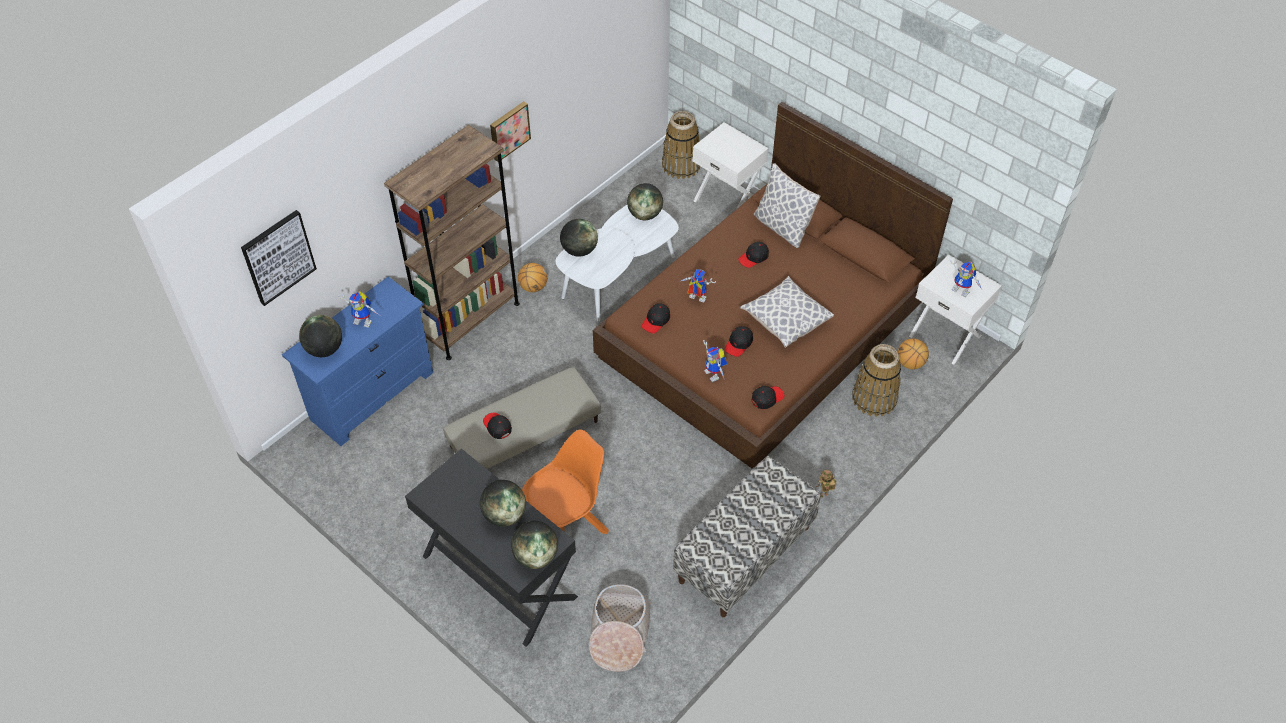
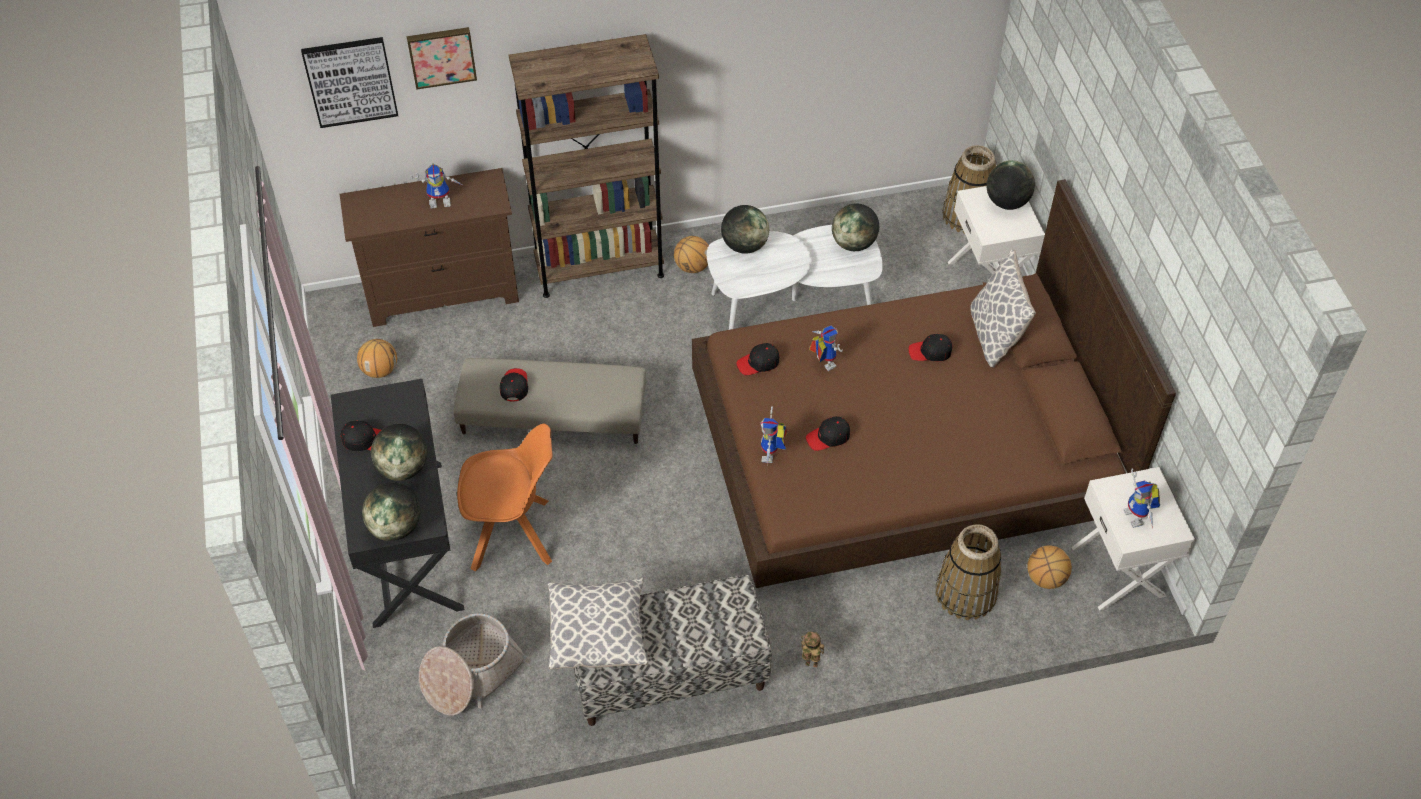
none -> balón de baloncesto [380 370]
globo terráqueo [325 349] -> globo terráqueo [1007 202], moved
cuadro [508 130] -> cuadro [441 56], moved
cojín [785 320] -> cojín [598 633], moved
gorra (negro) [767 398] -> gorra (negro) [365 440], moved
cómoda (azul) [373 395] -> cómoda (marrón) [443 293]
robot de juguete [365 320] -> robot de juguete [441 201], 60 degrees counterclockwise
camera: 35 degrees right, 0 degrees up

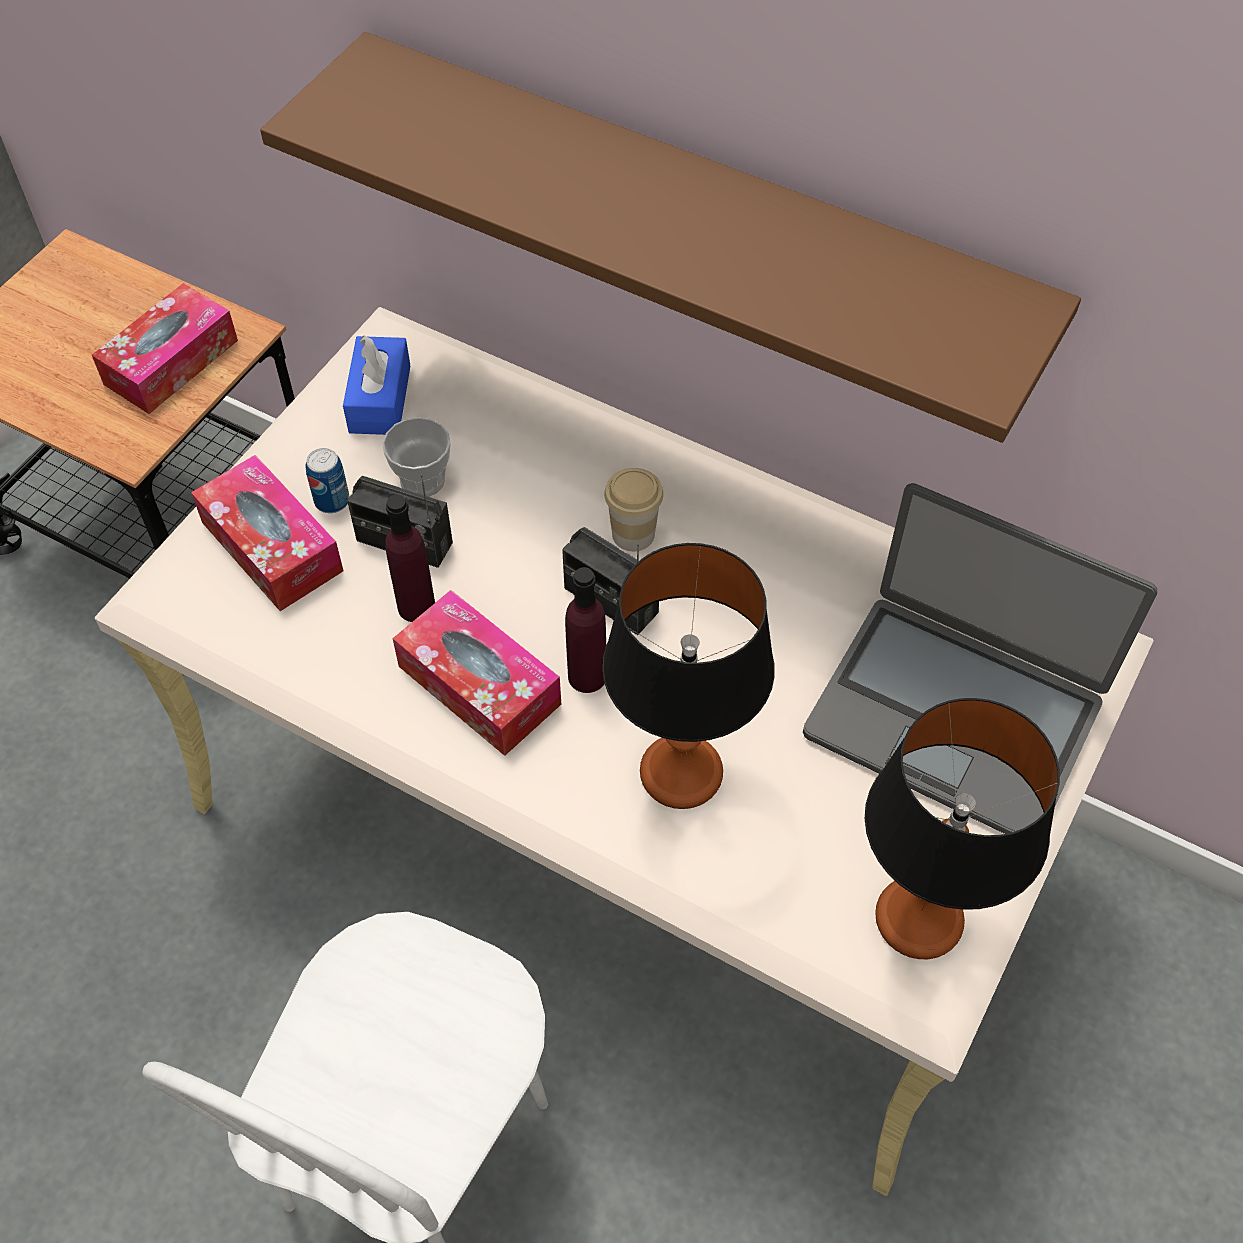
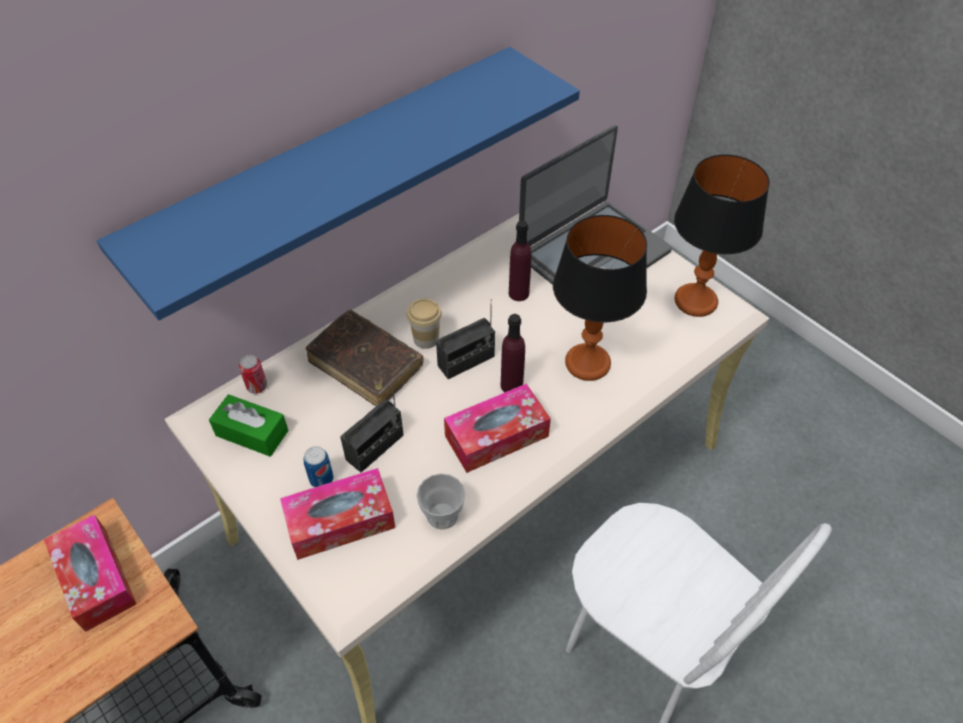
none -> lata [257 386]
none -> libro (marrón) [366 365]
taza [422 480] -> taza [442 515], moved
botella (morado) [416 606] -> botella (morado) [518 293], moved
estante (marrón) [694 212] -> estante (azul) [333 167]
caja de pañuelos (azul) [380 399] -> caja de pañuelos (verde) [252 433]
camera: 70 degrees left, 5 degrees down

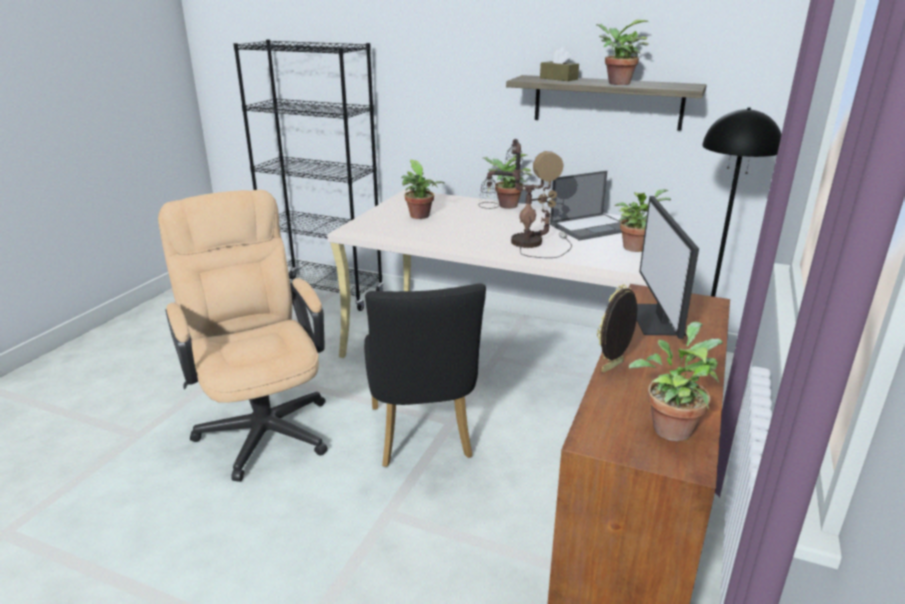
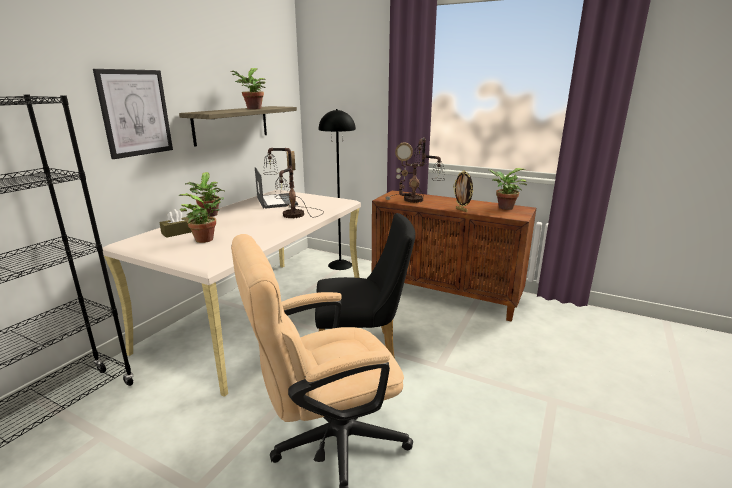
planta en maceta [635 247] -> none
none -> cuadro [135 113]
caja de pañuelos (marrón) [558 78] -> caja de pañuelos (marrón) [178 232], moved
monitor [658 320] -> lámpara de mesa [414 200]
camera: 85 degrees left, 5 degrees down

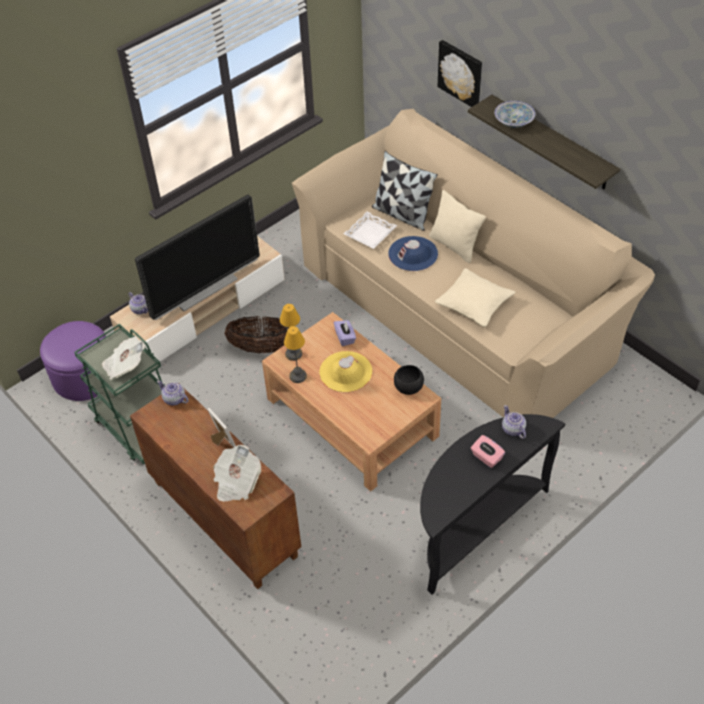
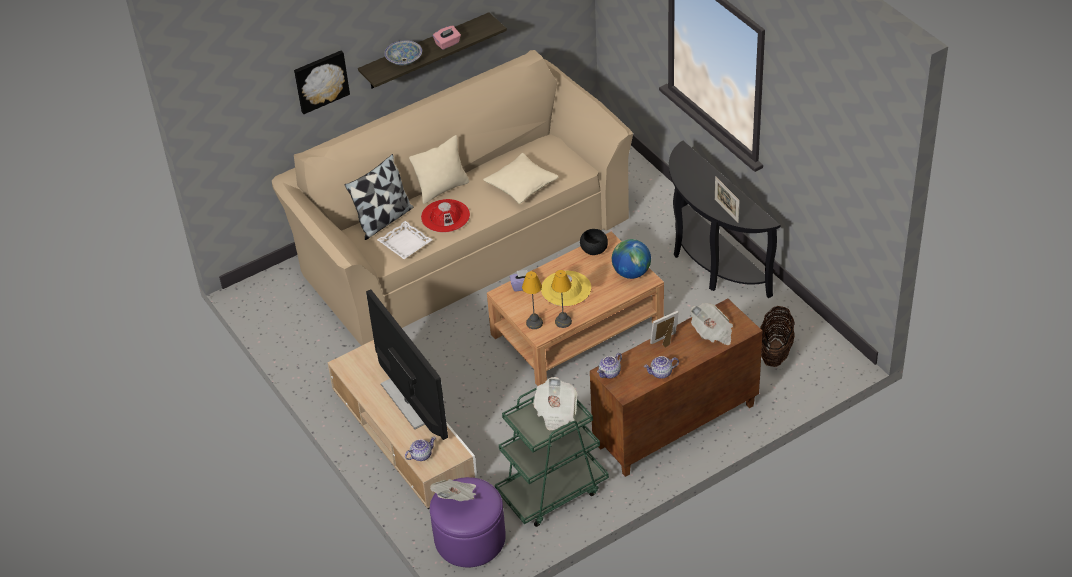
none -> periódico [456 497]
none -> globo terráqueo [631 273]
none -> portarretratos [726 211]
cesta [262 348] -> cesta [775 351], moved
caja de pañuelos (rosa) [486 457] -> caja de pañuelos (rosa) [447 44], moved
tetera [513 429] -> tetera [661 373], moved
sombrero (azul) [413 254] -> sombrero (rojo) [445 216]
camera: 80 degrees left, 5 degrees down

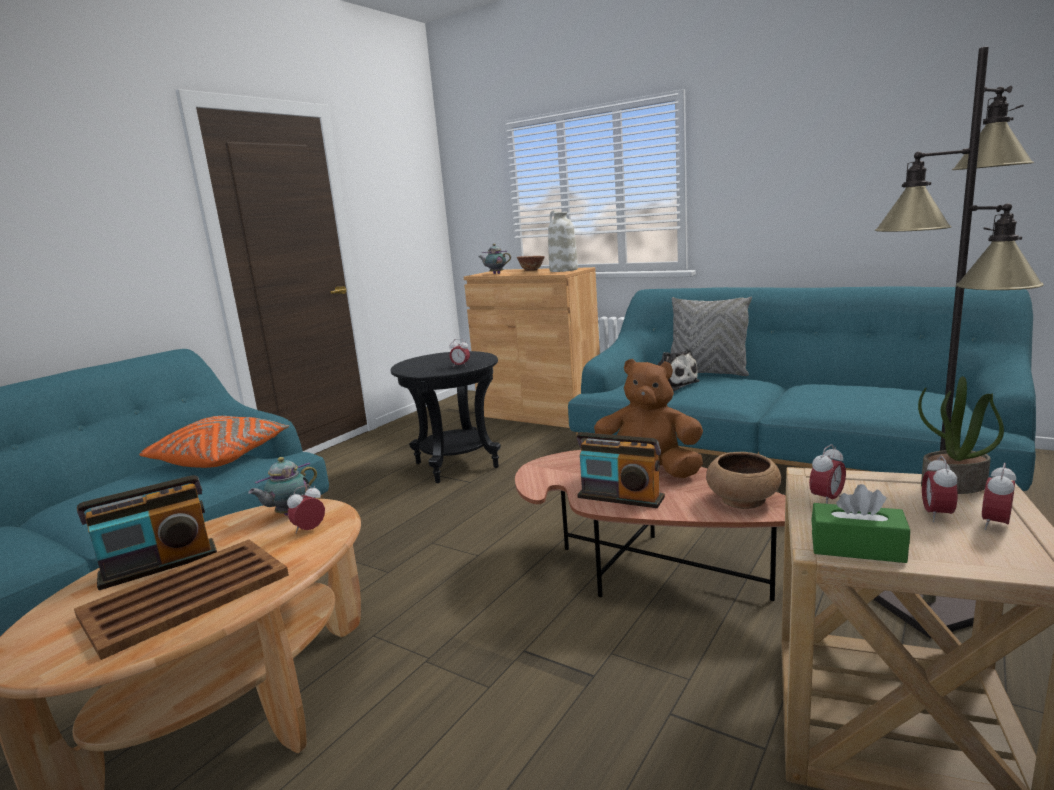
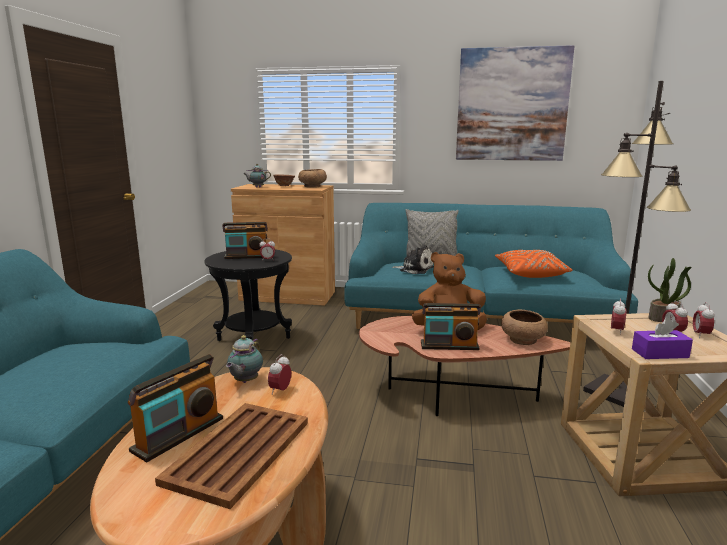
none -> radio [247 256]
none -> cuadro [512 105]
cojín (naranja) [221 457] -> cojín (naranja) [530 273], moved
florero (blanco) [563 270] -> cuenco (marrón) [312 186]
caja de pañuelos (verde) [857 547] -> caja de pañuelos (morado) [660 353]
camera: 25 degrees left, 0 degrees up

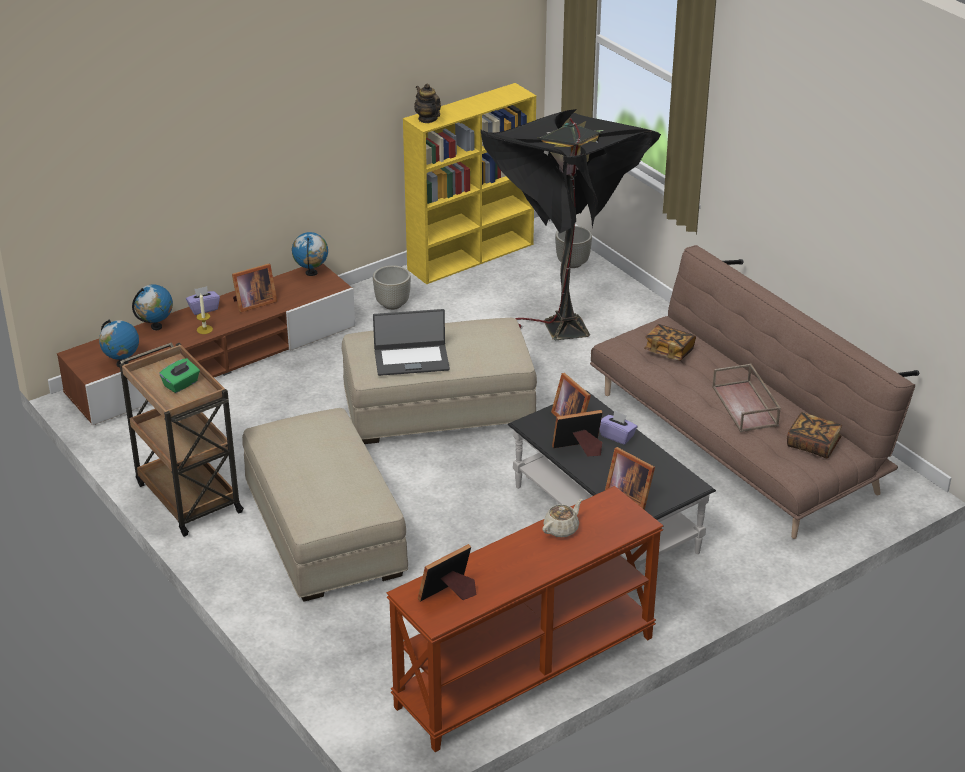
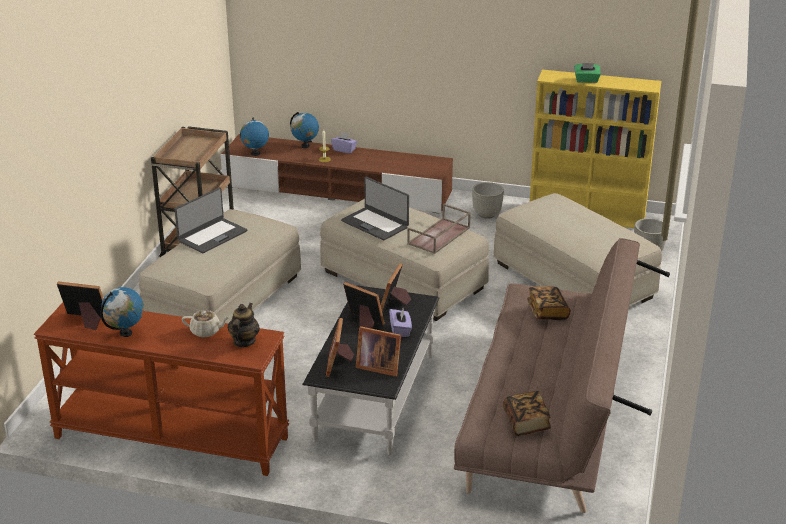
none -> portátil [212 236]
caja de pañuelos (verde) [181 384] -> caja de pañuelos (verde) [586 80], moved
portarretratos [253 303] -> portarretratos [377 366], moved
globo terráqueo [311 273] -> globo terráqueo [126 333], moved
tetera [427 119] -> tetera [244 341], moved
bandeja (marrón) [746 406] -> bandeja (marrón) [439 236], moved
lámpara de pie (negro) [564 322] -> puf (beis) [573 280]
camera: 50 degrees right, 5 degrees down

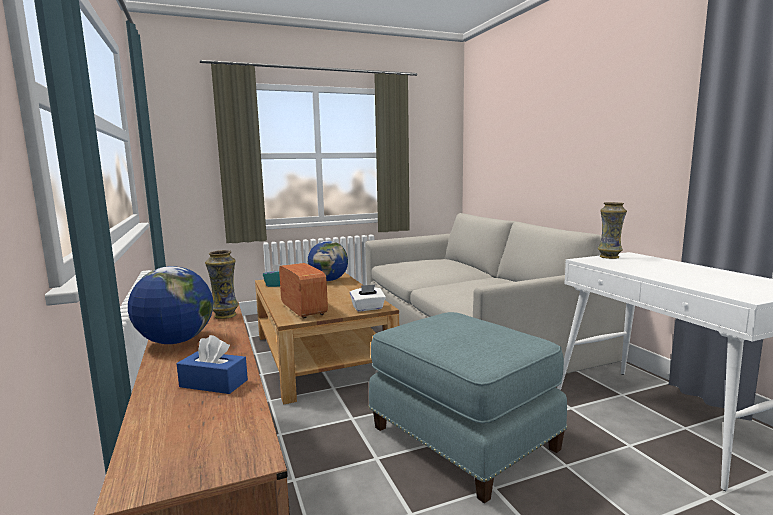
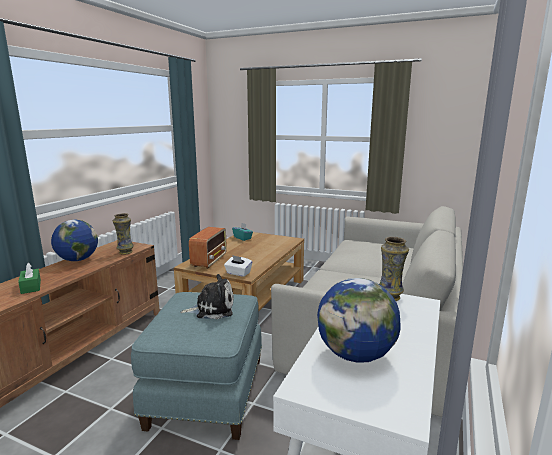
none -> peluche [212 309]
globo terráqueo [329 280] -> globo terráqueo [356 355], moved
caja de pañuelos (azul) [213 383] -> caja de pañuelos (verde) [31 286]
camera: 45 degrees right, 5 degrees up

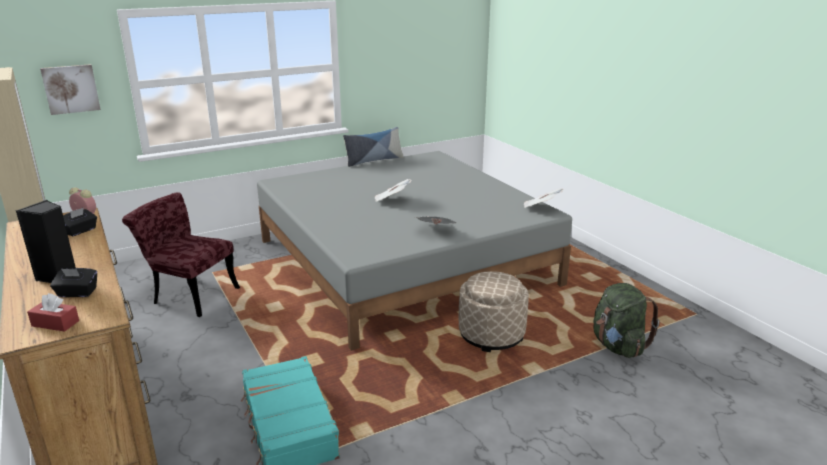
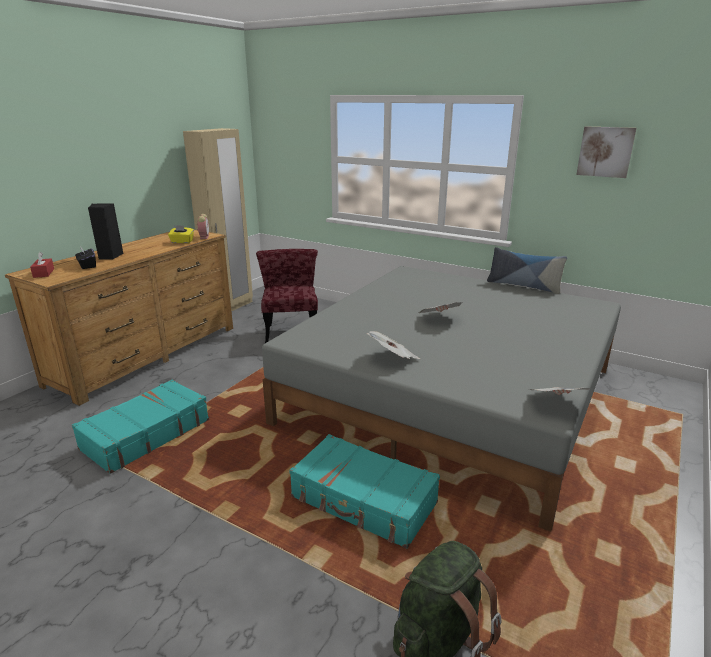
cuadro [71 89] -> cuadro [605 152], moved
puf (beis) [491 335] -> maleta (turquesa) [363 500]
caja de pañuelos (negro) [80 231] -> caja de pañuelos (amarillo) [182 242]
camera: 60 degrees right, 0 degrees up

